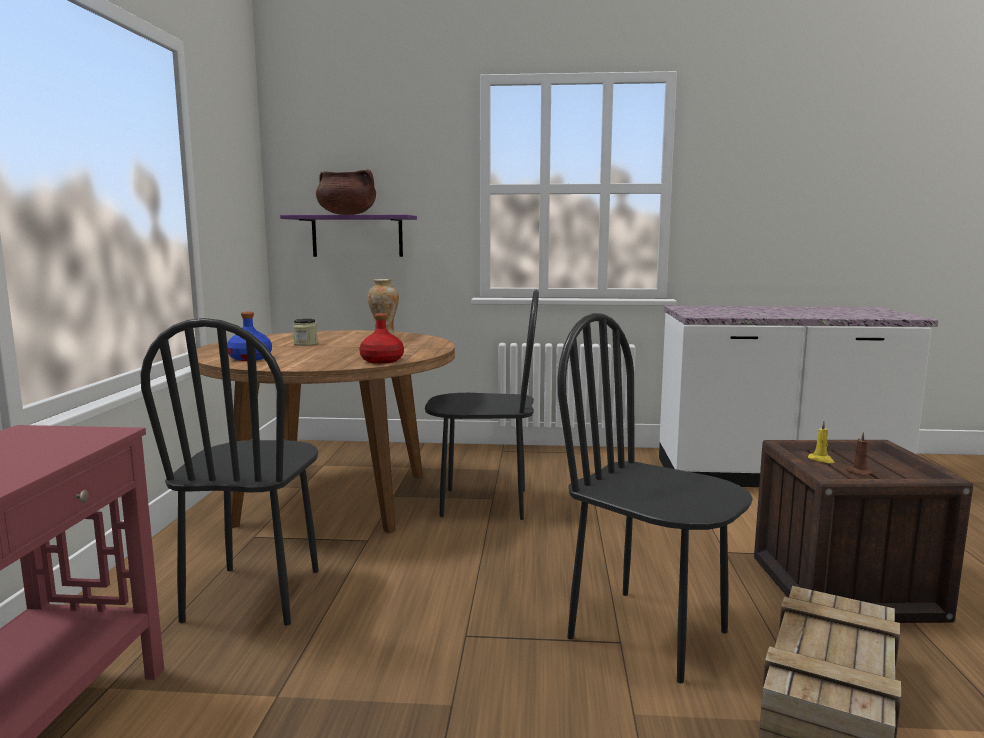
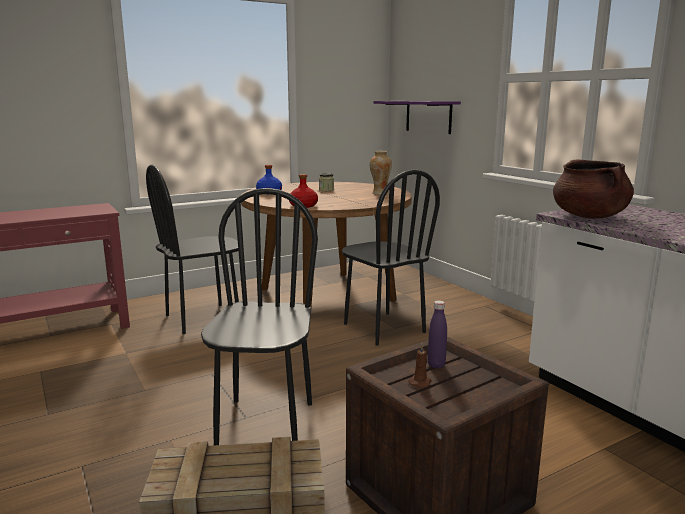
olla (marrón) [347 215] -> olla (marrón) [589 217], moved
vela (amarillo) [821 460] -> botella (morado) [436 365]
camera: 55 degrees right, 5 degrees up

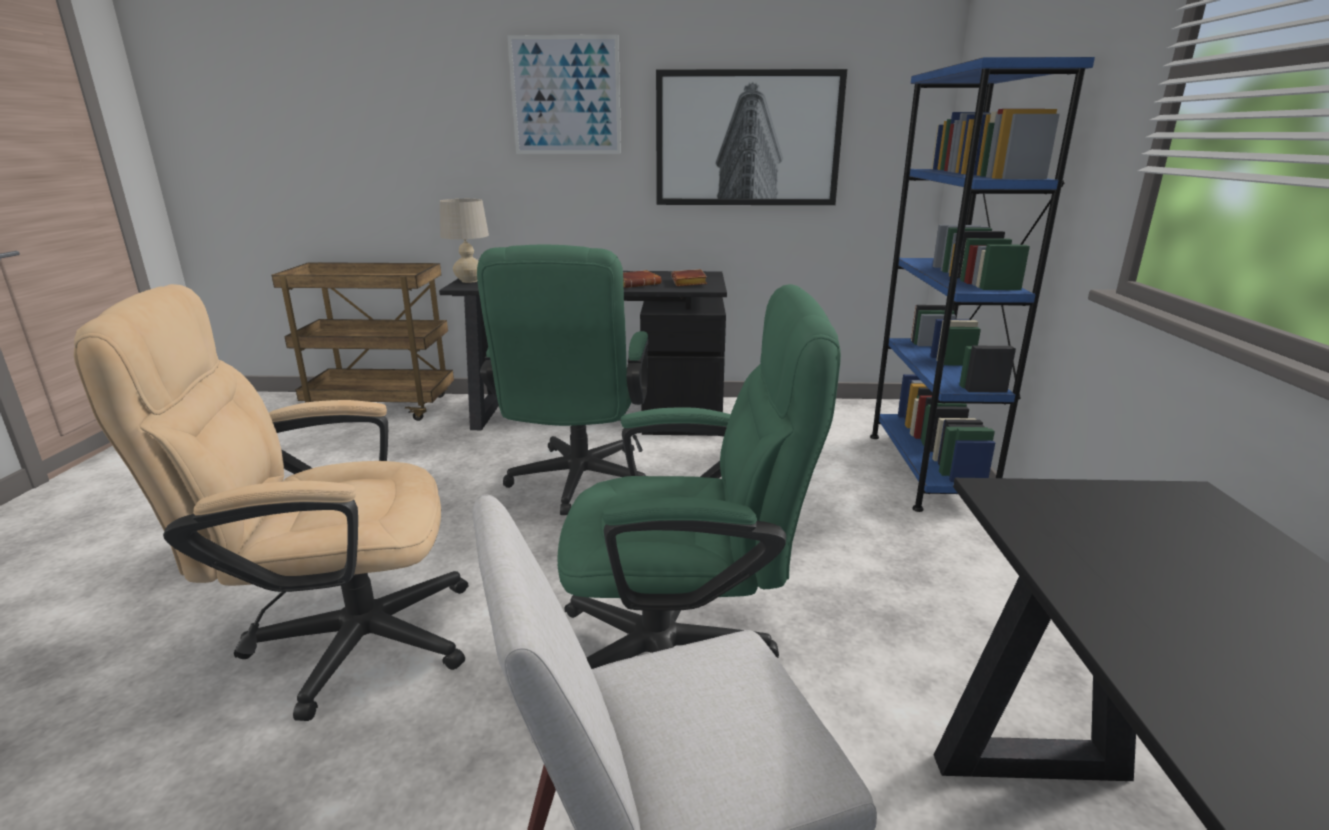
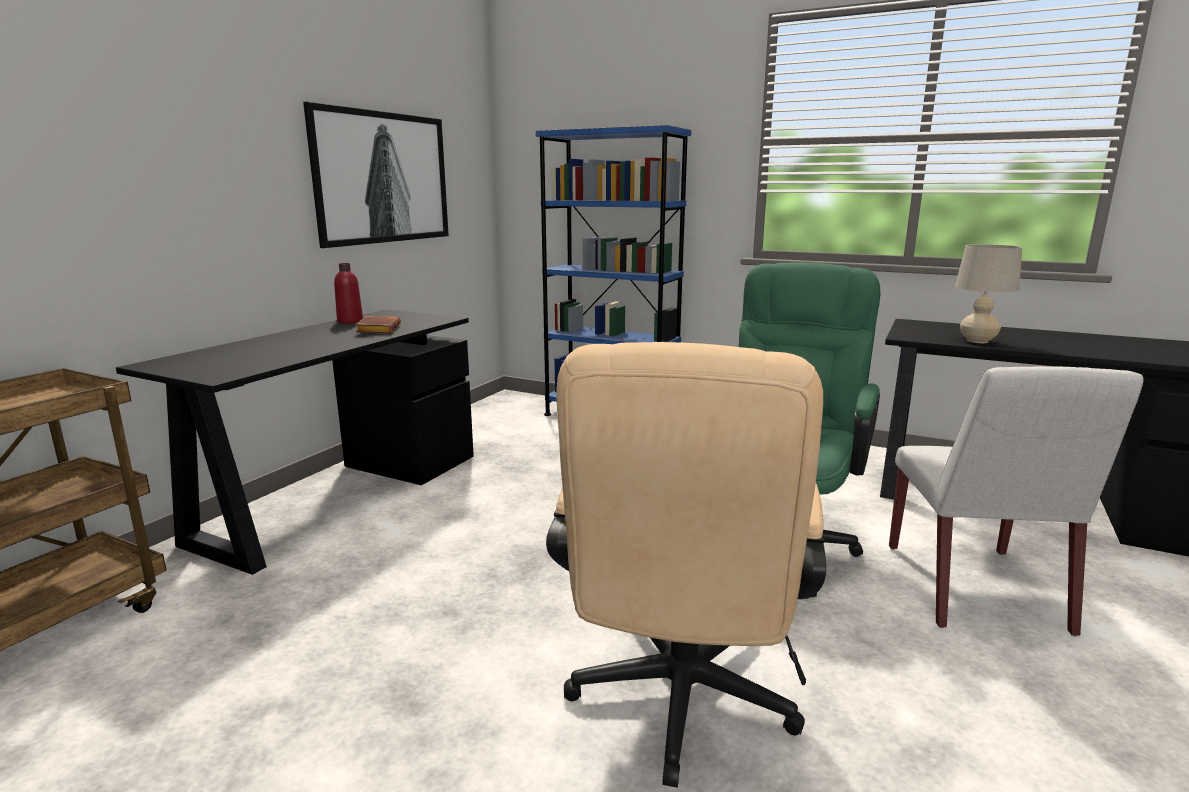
silla de oficina (verde) [576 485] -> none
cuadro [566 96] -> none
libro (marrón) [690 283] -> none
none -> botella (rojo) [350 321]
lámpara de mesa (beis) [469 281] -> lámpara de mesa (beis) [977 341], moved
camera: 65 degrees left, 5 degrees down

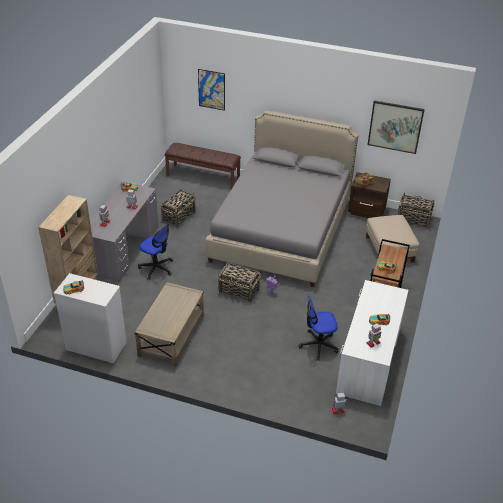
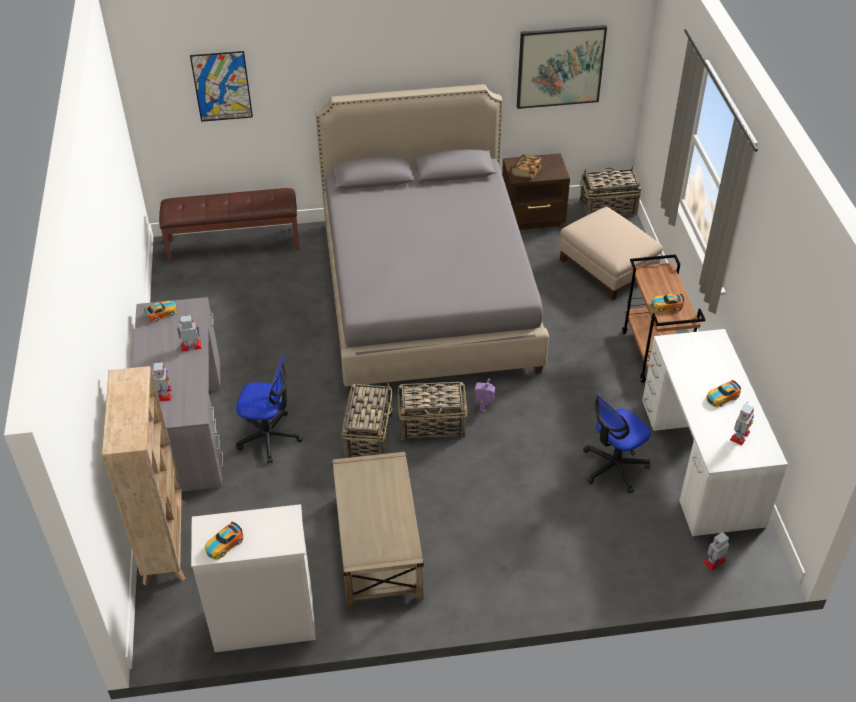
cesta [179 216] -> cesta [369 435], moved
camera: 25 degrees left, 5 degrees up

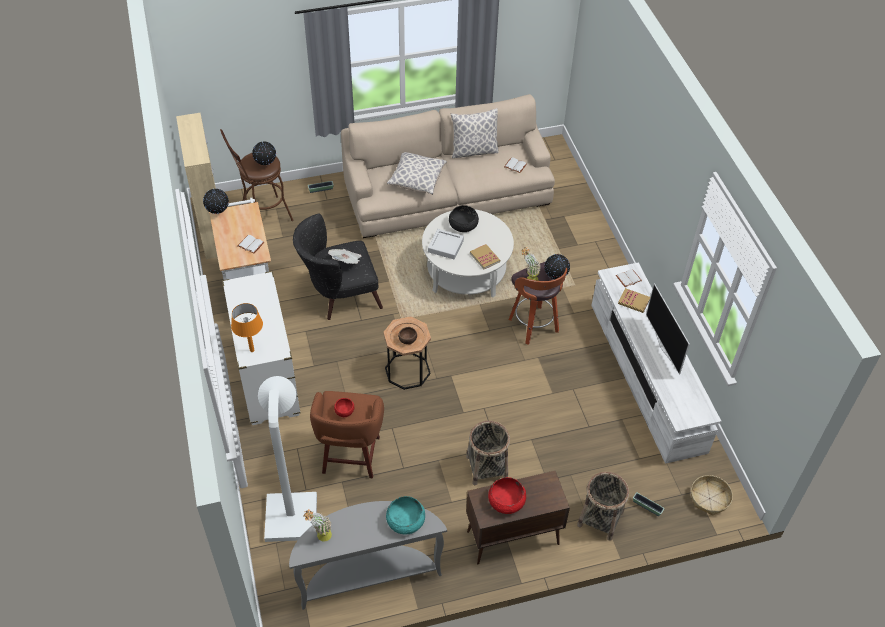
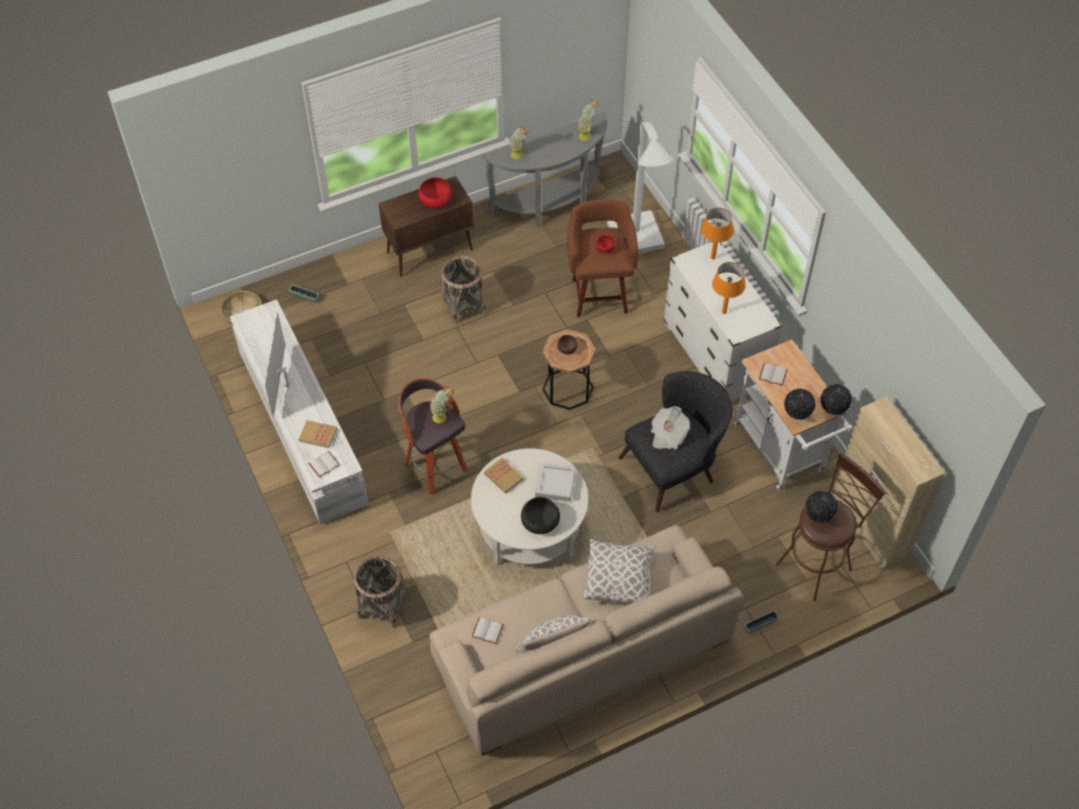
none -> lámpara de mesa (naranja) [724 312]
globo terráqueo [555 277] -> globo terráqueo [797 415], moved
cesta [600 518] -> cesta [383 605], moved
cuenco (turquesa) [405 520] -> planta en maceta [519 156]
televisor [664 347] -> televisor [284 384], 150 degrees counterclockwise
camera: 170 degrees right, 5 degrees up

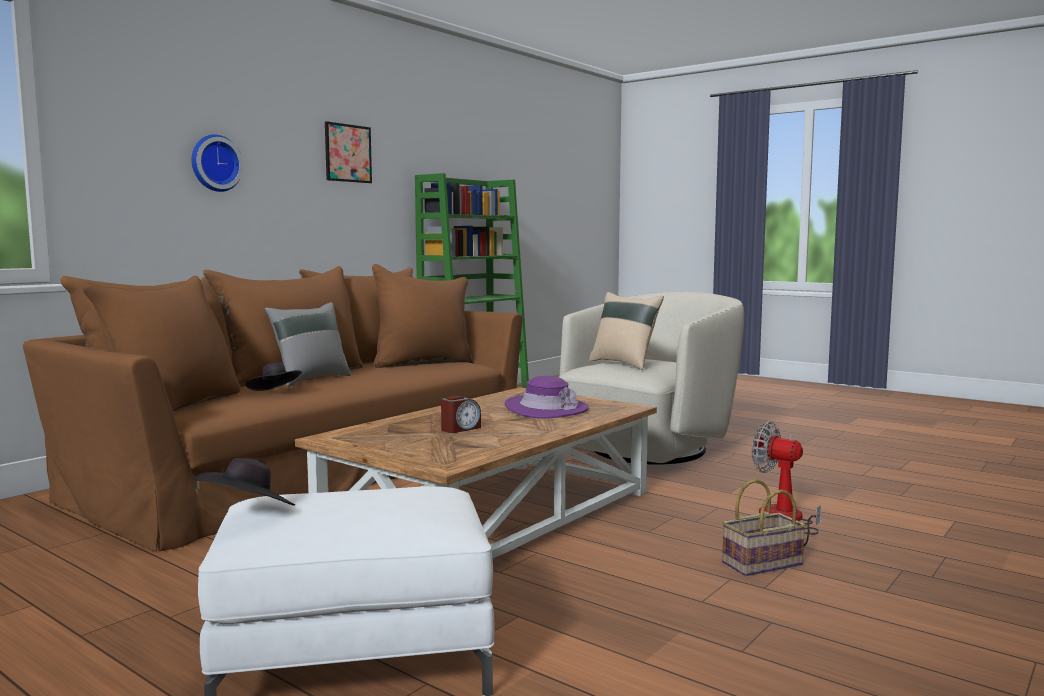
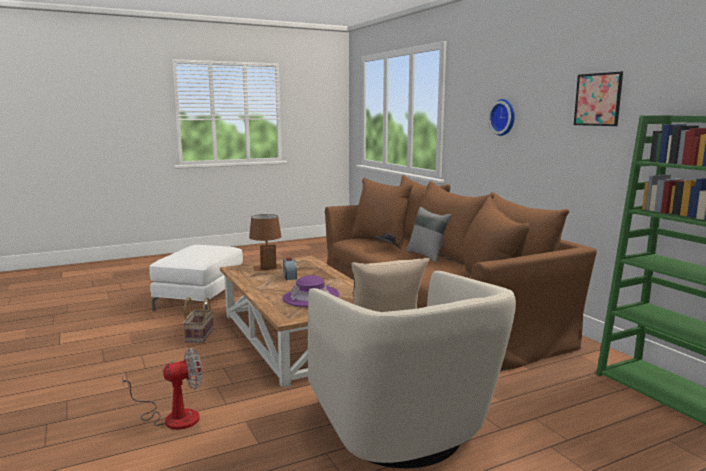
sombrero (negro) [248 512] -> none
none -> lámpara de mesa (marrón) [266 265]
cesta [761 564] -> cesta [199 335], moved
camera: 115 degrees right, 5 degrees up

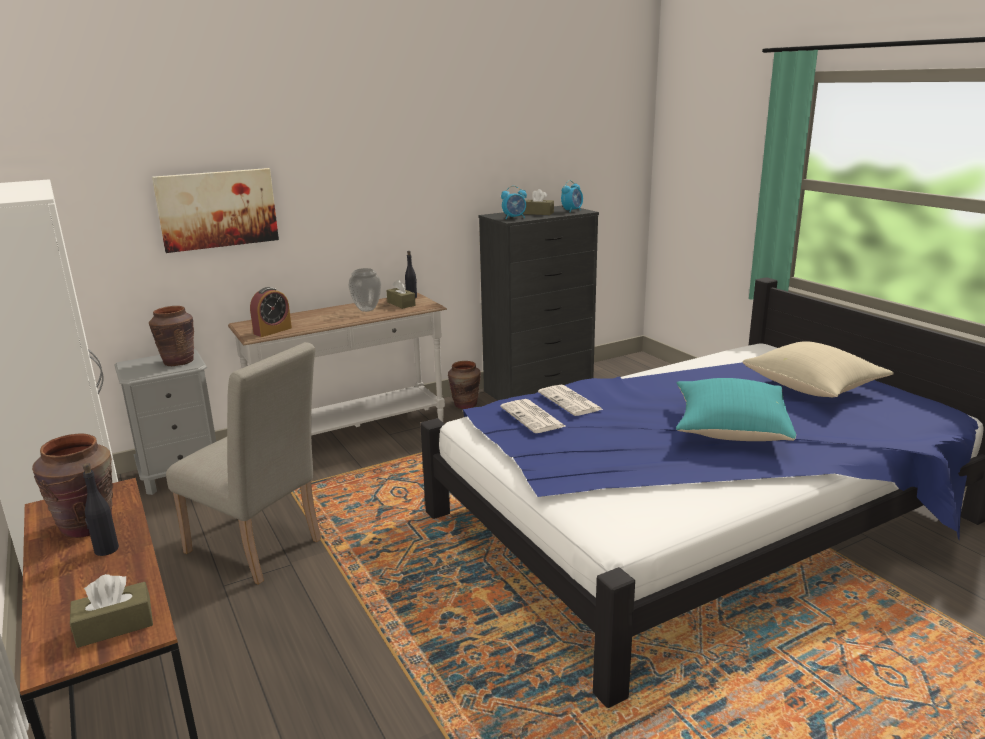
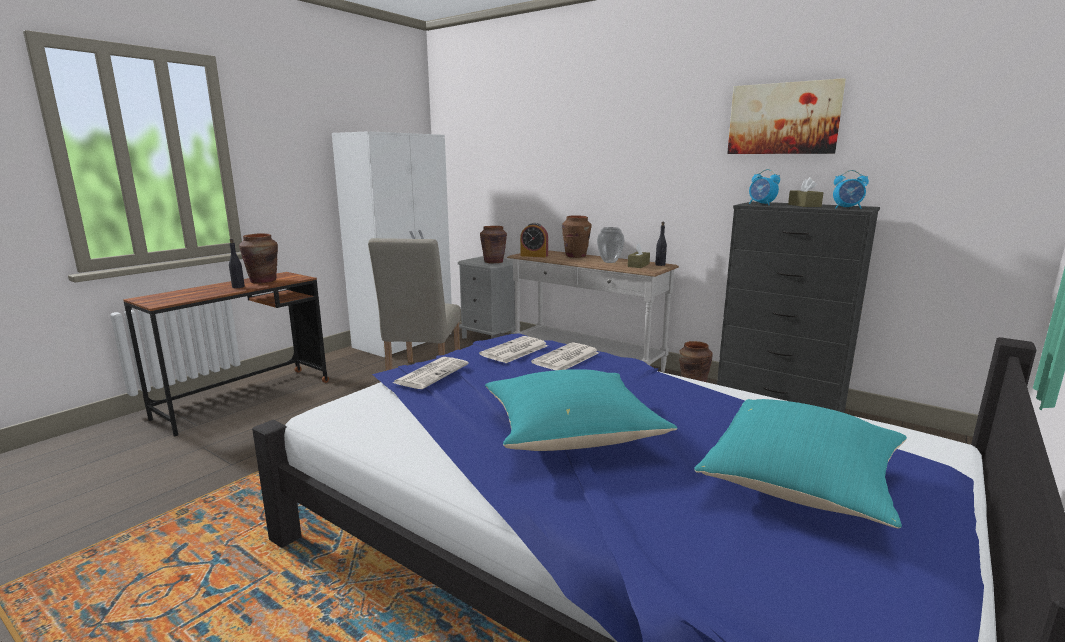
caja de pañuelos (marrón) [115 626] -> none
none -> periódico [431 373]
none -> florero (marrón) [576 256]
cuadro [217 209] -> cuadro [783 119], moved
cojín (beis) [814 389] -> cojín (turquesa) [801 487]
camera: 65 degrees right, 5 degrees down

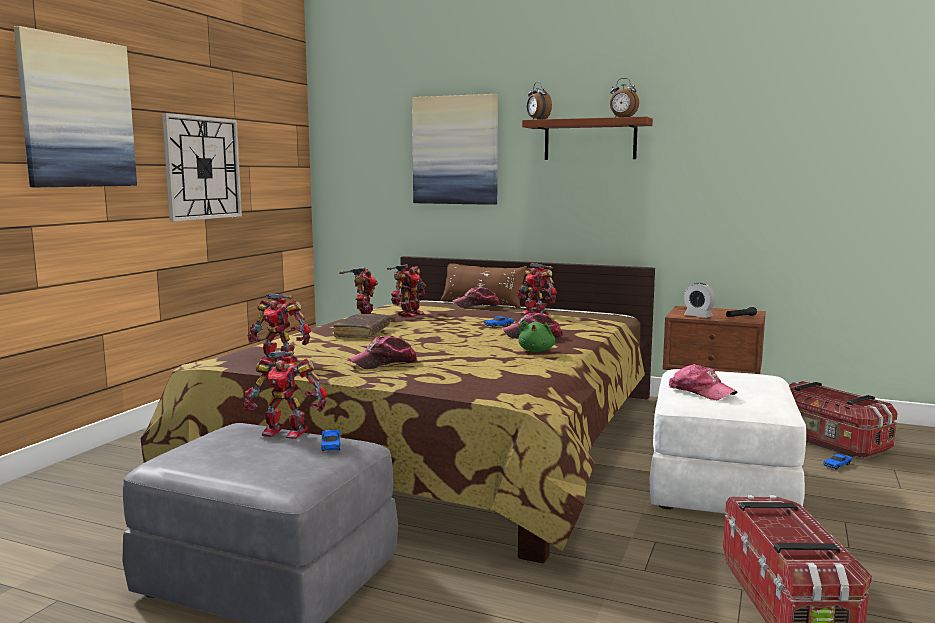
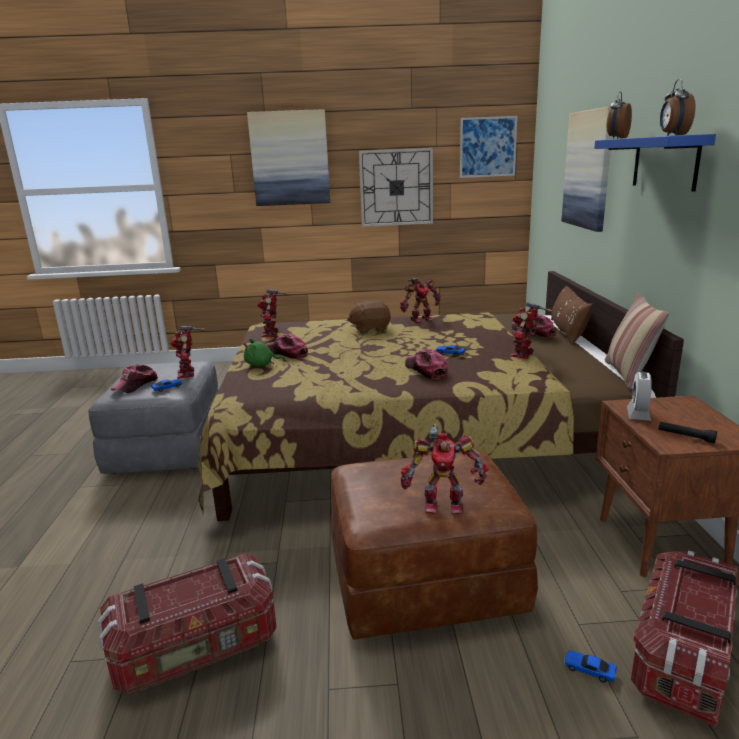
none -> cuadro [487 147]
none -> cojín [628 374]
robot de juguete [409 314] -> robot de juguete [442 503], moved
peluche (verde) [536 350] -> peluche (verde) [261 365], moved
gorra [701 392] -> gorra [136 385], moved
libro (marrón) [362 333] -> peluche (marrón) [370 329]
estante (marrón) [590 140] -> estante (azul) [665 162]
puf (blanco) [719 486] -> puf (marrón) [426 580]
camera: 65 degrees right, 10 degrees up

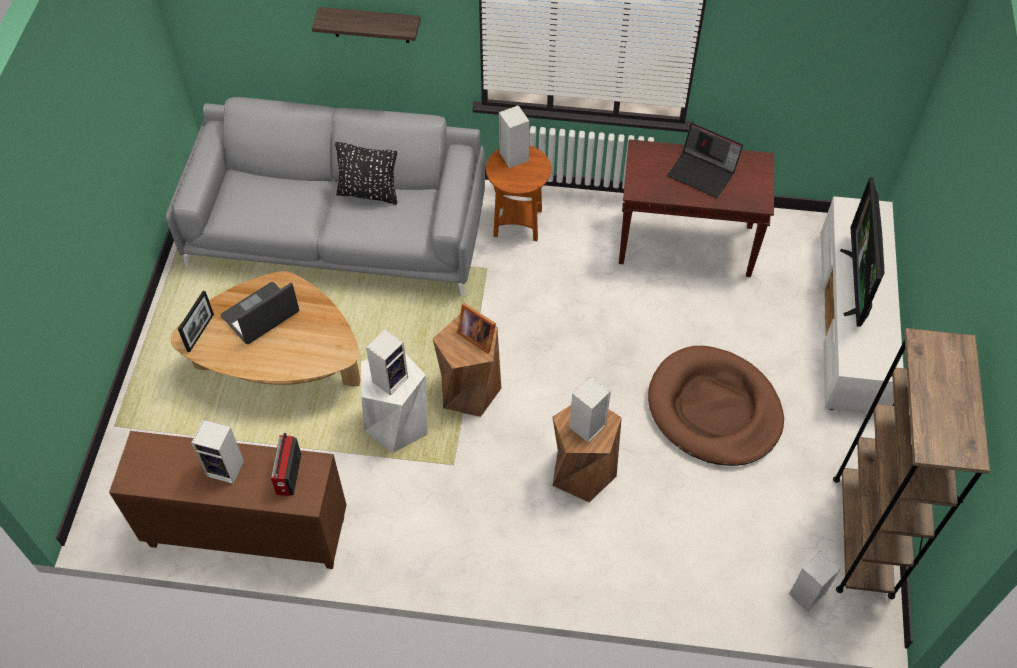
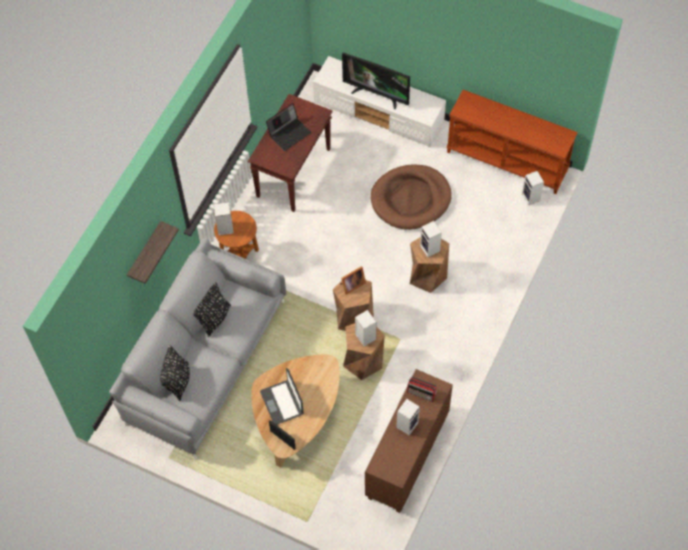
none -> cojín (negro) [178 381]
estantería (marrón) [863 536] -> mesa consola (marrón) [507 160]
taburete (blanco) [397 424] -> taburete (marrón) [363 361]
camera: 70 degrees left, 5 degrees up

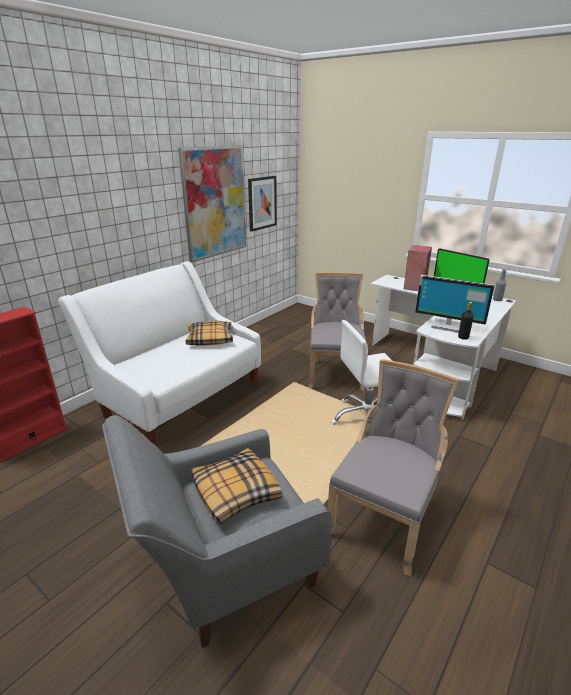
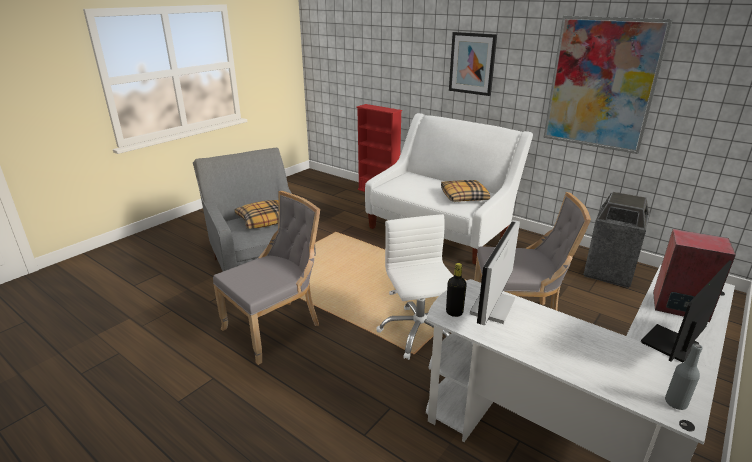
none -> papelera [608 272]
cuadro [262 203] -> cuadro [472 63], moved
silla (gris) [384 518] -> silla (gris) [276 327], 75 degrees counterclockwise
camera: 90 degrees right, 0 degrees up

